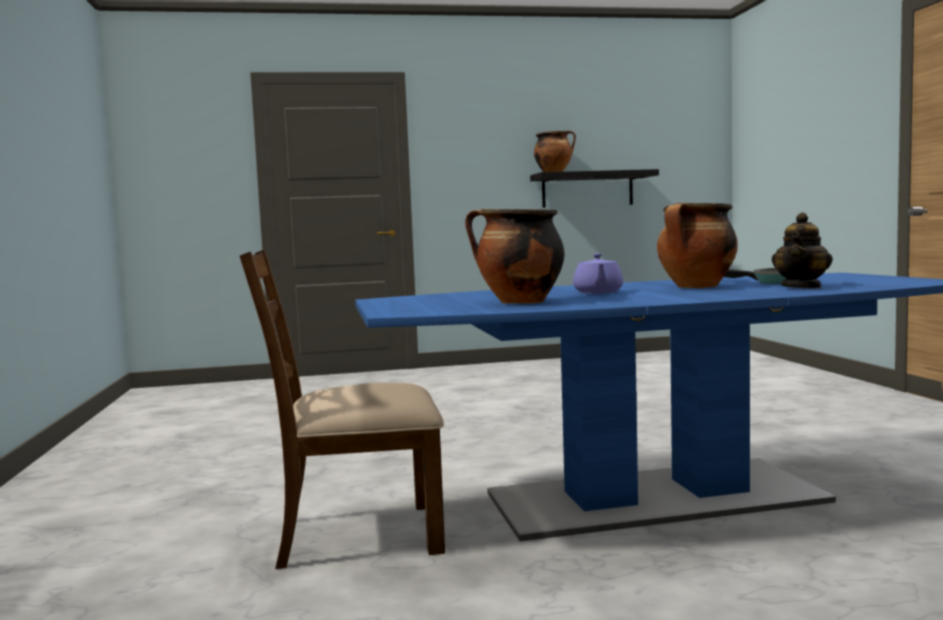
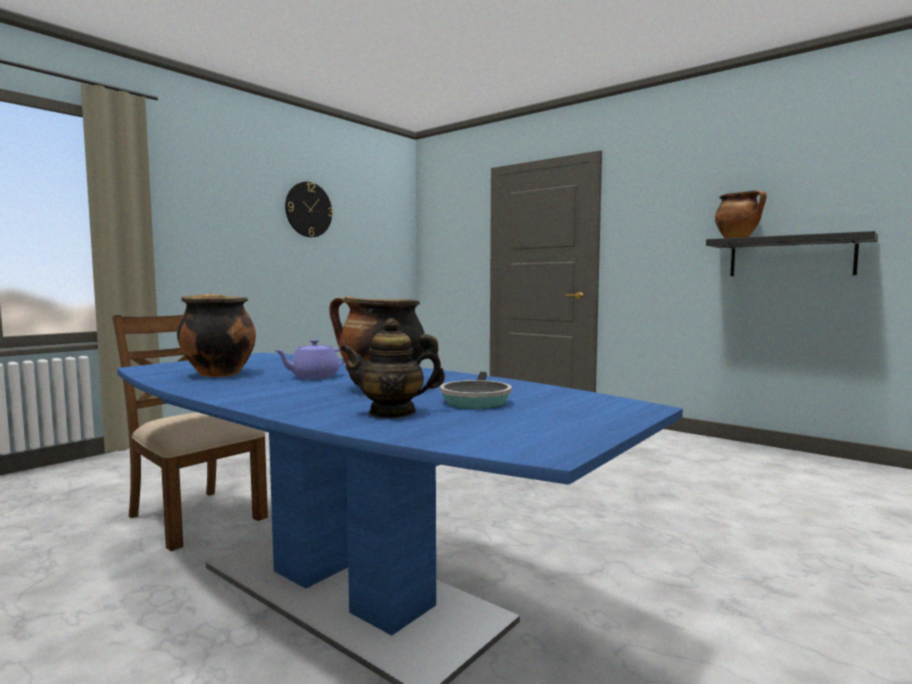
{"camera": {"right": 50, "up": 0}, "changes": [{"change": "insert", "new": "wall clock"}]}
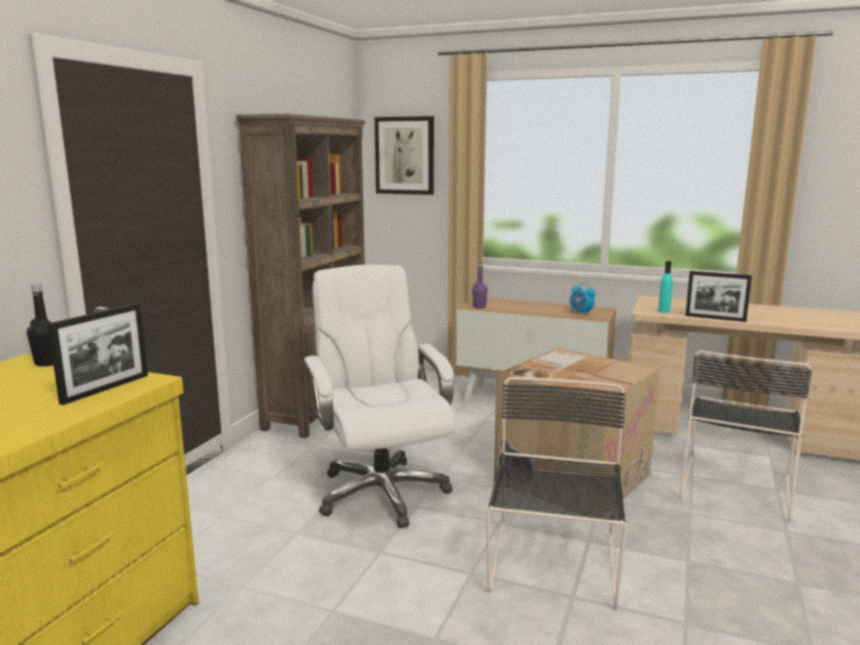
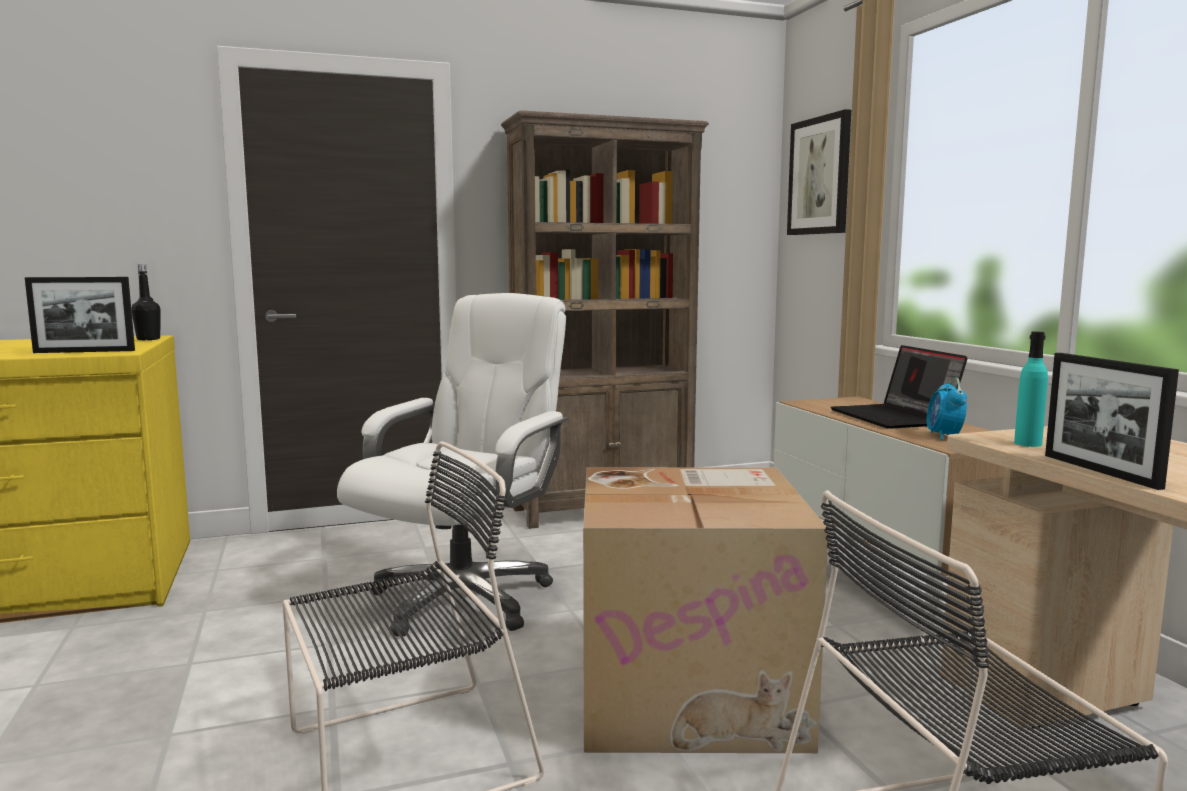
{"camera": {"right": 50, "up": -5}, "changes": [{"change": "delete", "old": "drink bottle (purple-coloured)"}, {"change": "insert", "new": "portable computer"}]}
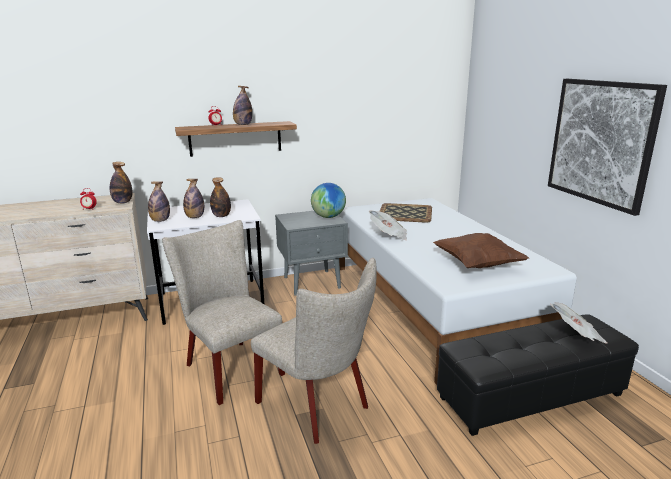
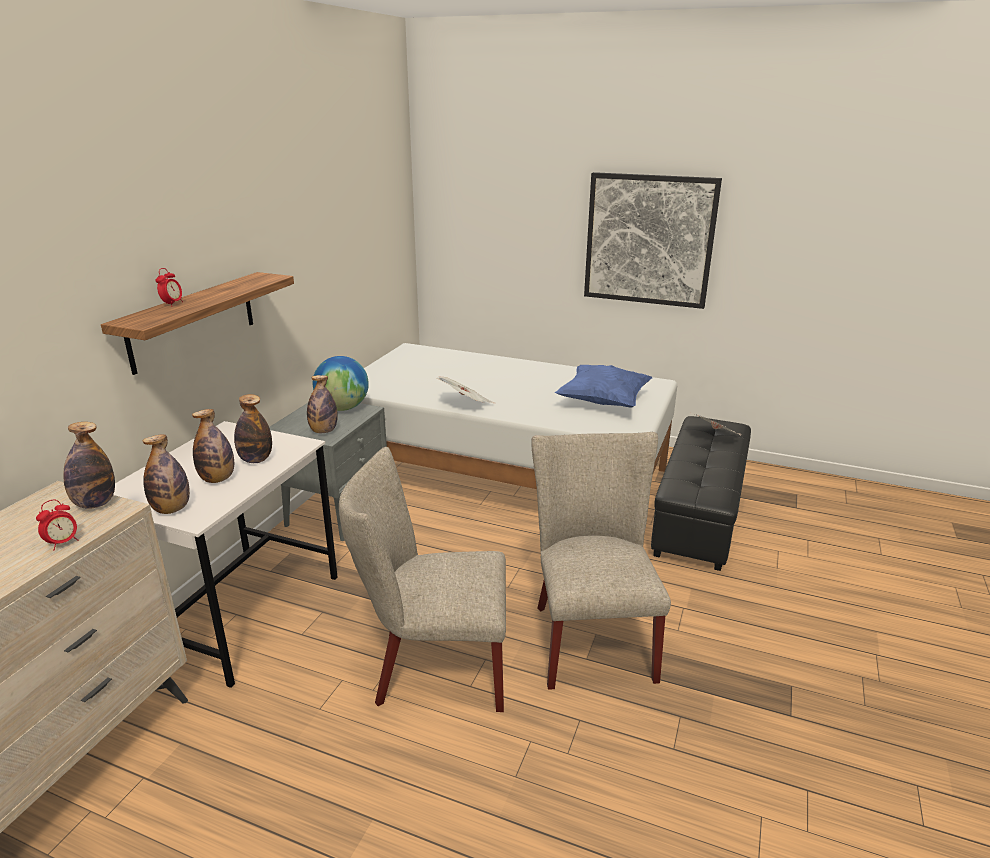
{"camera": {"right": -50, "up": 5}, "changes": [{"change": "move", "old": "drink bottle (5th from left)"}, {"change": "rotate", "old": "upright chair (sand-coloured) (2nd from left)", "degrees": -90}, {"change": "delete", "old": "carrying tray"}, {"change": "recolor", "old": "throw pillow (brown)", "new": "throw pillow (blue)"}]}
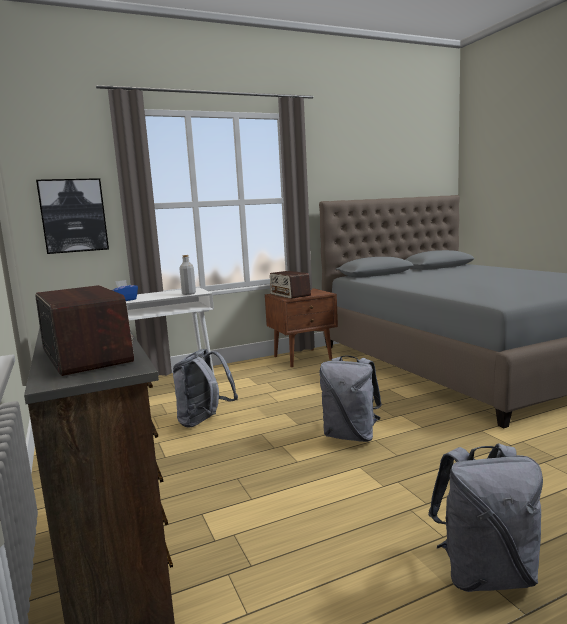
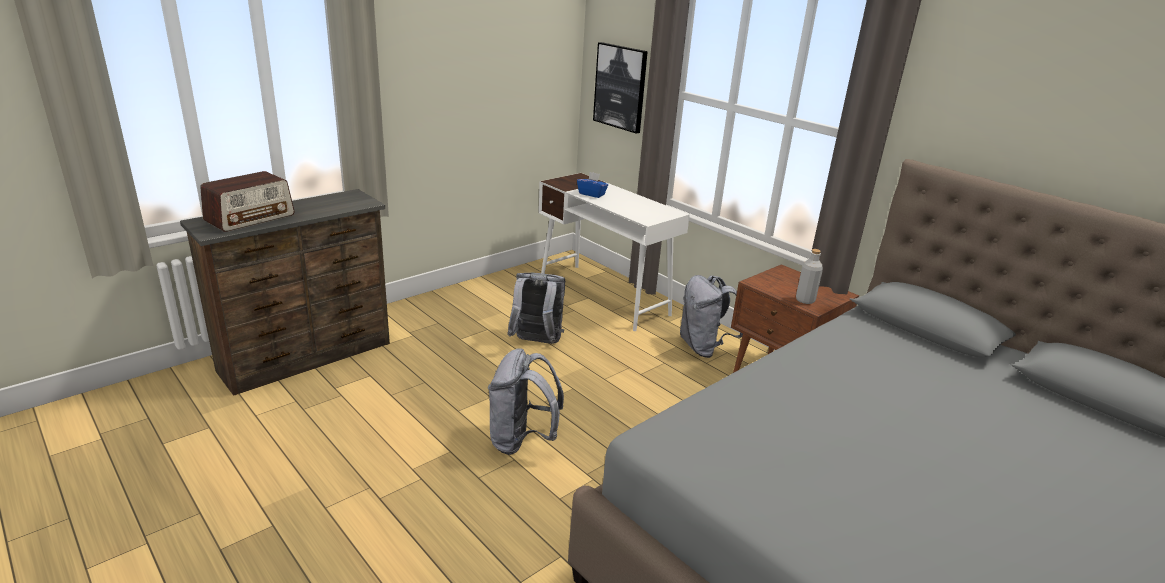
{"camera": {"right": 70, "up": 15}, "changes": [{"change": "move", "old": "drink bottle (gray)"}, {"change": "delete", "old": "radio receiver (2nd from left)"}, {"change": "move", "old": "knapsack (gray) (3rd from left)"}]}
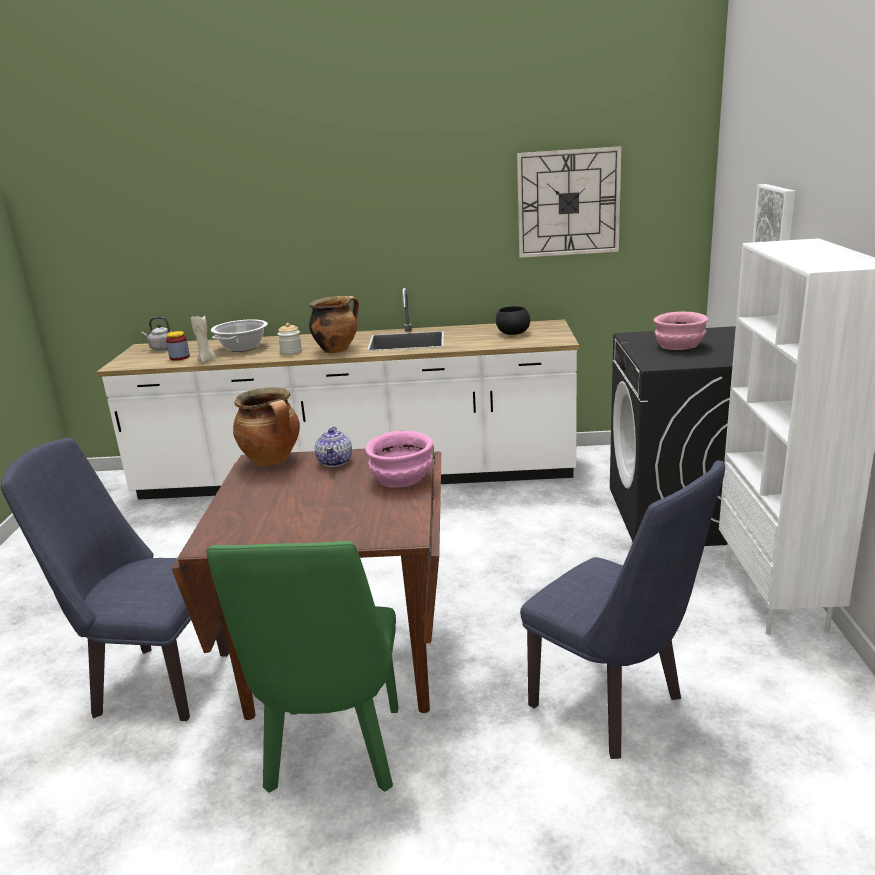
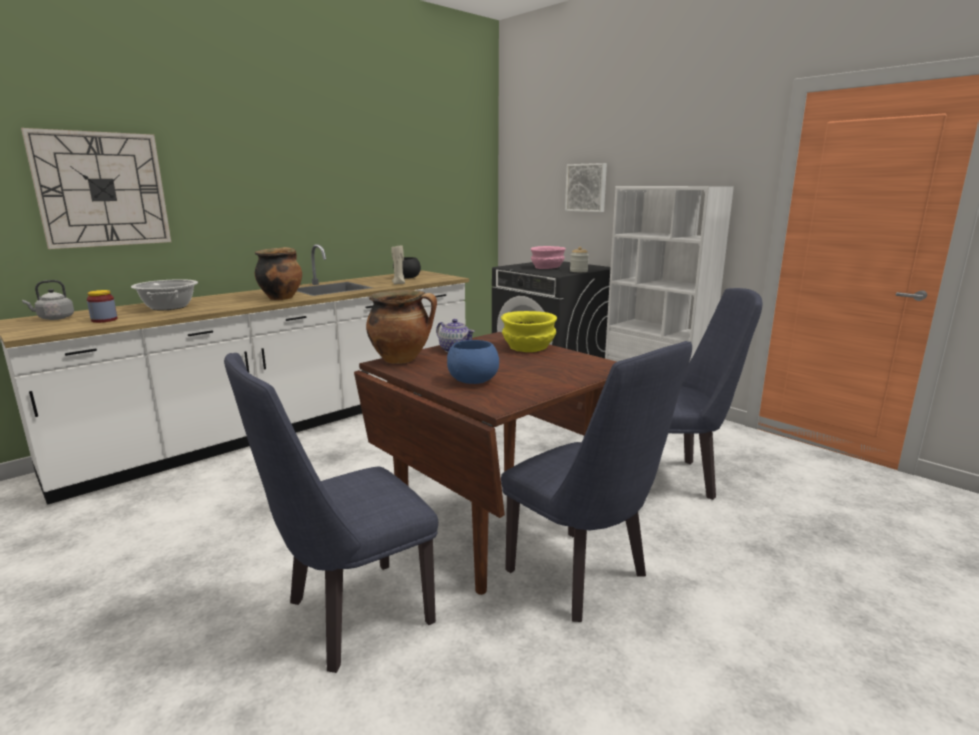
{"camera": {"right": -45, "up": -5}, "changes": [{"change": "move", "old": "candle (sand-coloured)"}, {"change": "recolor", "old": "upright chair (green-coloured)", "new": "upright chair (blue) (2nd from left)"}, {"change": "move", "old": "jar (2nd from left)"}, {"change": "recolor", "old": "serving bowl (pinkish) (1st from left)", "new": "serving bowl (yellow)"}, {"change": "move", "old": "wall clock"}, {"change": "insert", "new": "serving bowl (blue)"}]}
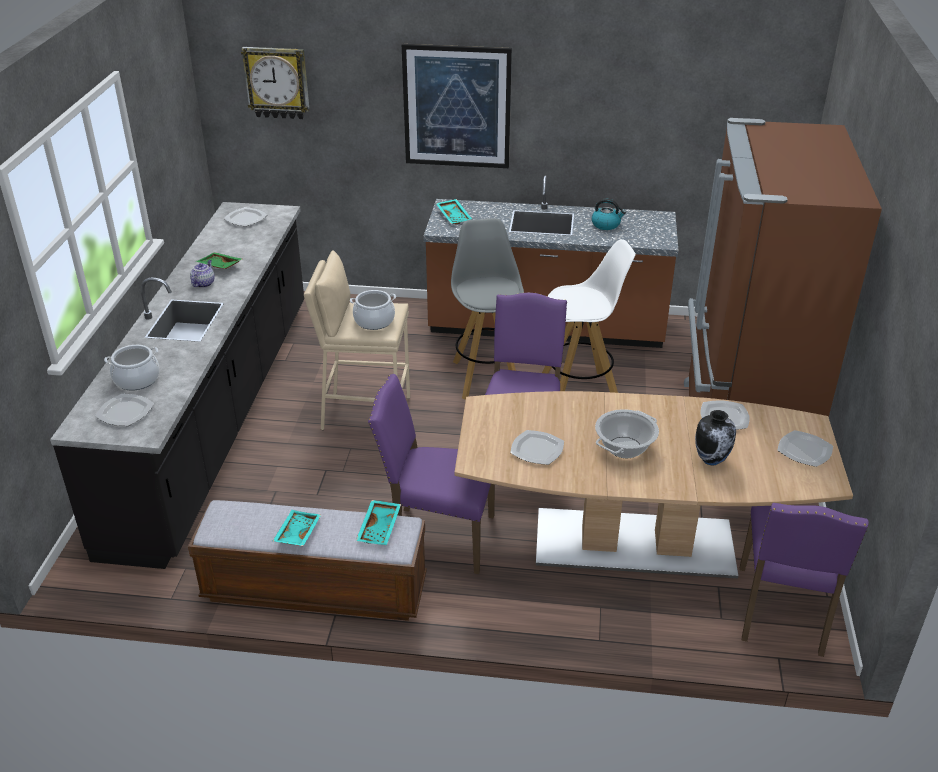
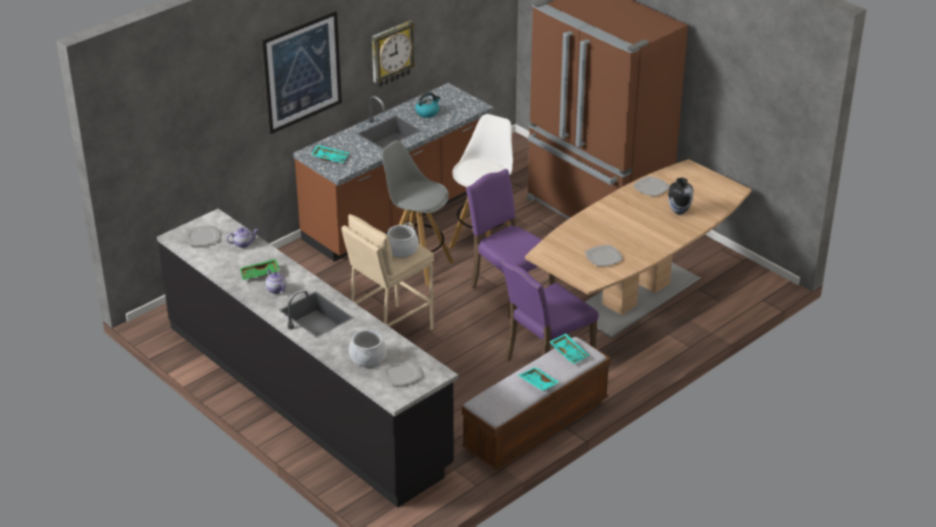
{"camera": {"right": -50, "up": 0}, "changes": [{"change": "move", "old": "wall clock"}, {"change": "delete", "old": "cooking pot (3rd from left)"}, {"change": "delete", "old": "upright chair (purple-coloured) (3rd from left)"}, {"change": "delete", "old": "flat dish (5th from left)"}, {"change": "insert", "new": "tea pot (1st from left)"}]}
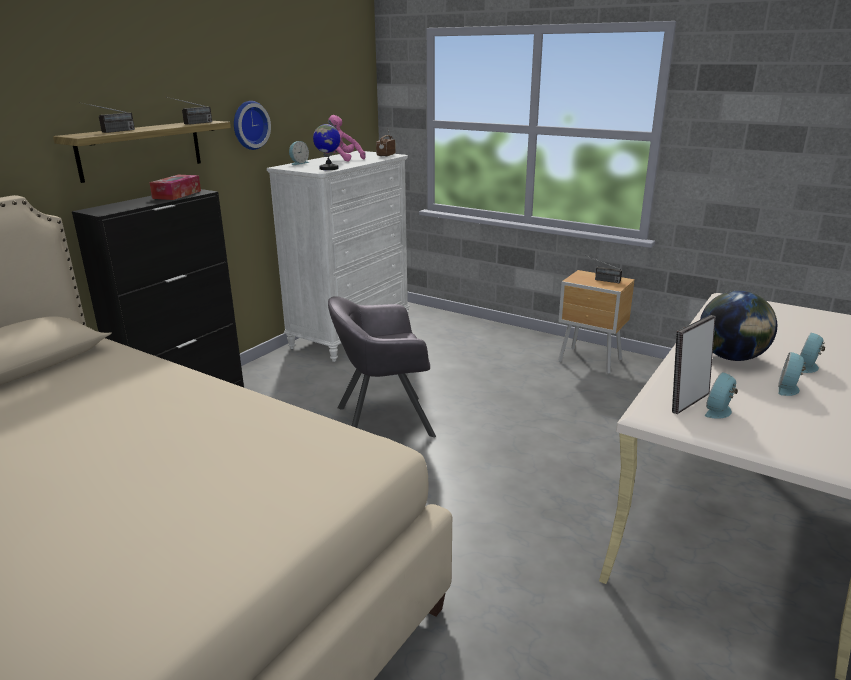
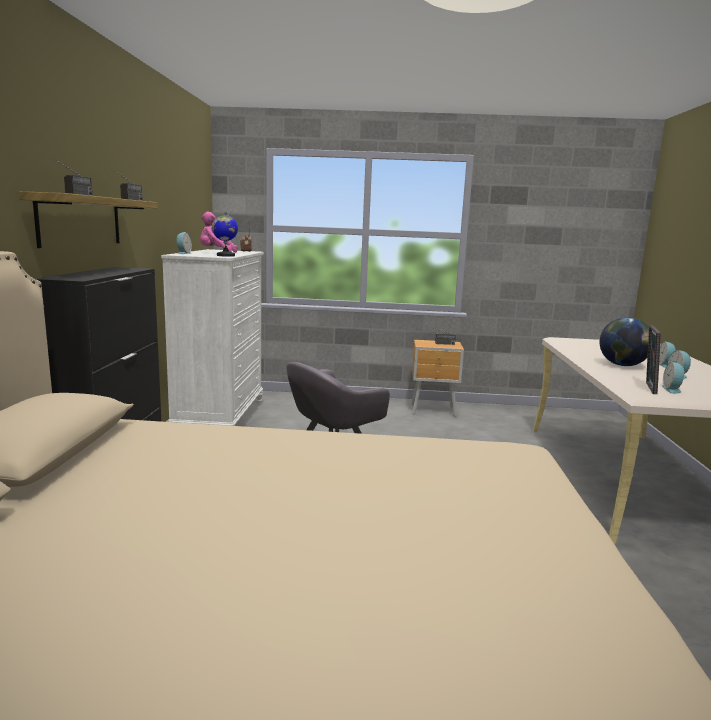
{"camera": {"right": -30, "up": -10}, "changes": [{"change": "delete", "old": "tissue holder"}, {"change": "delete", "old": "wall clock"}]}
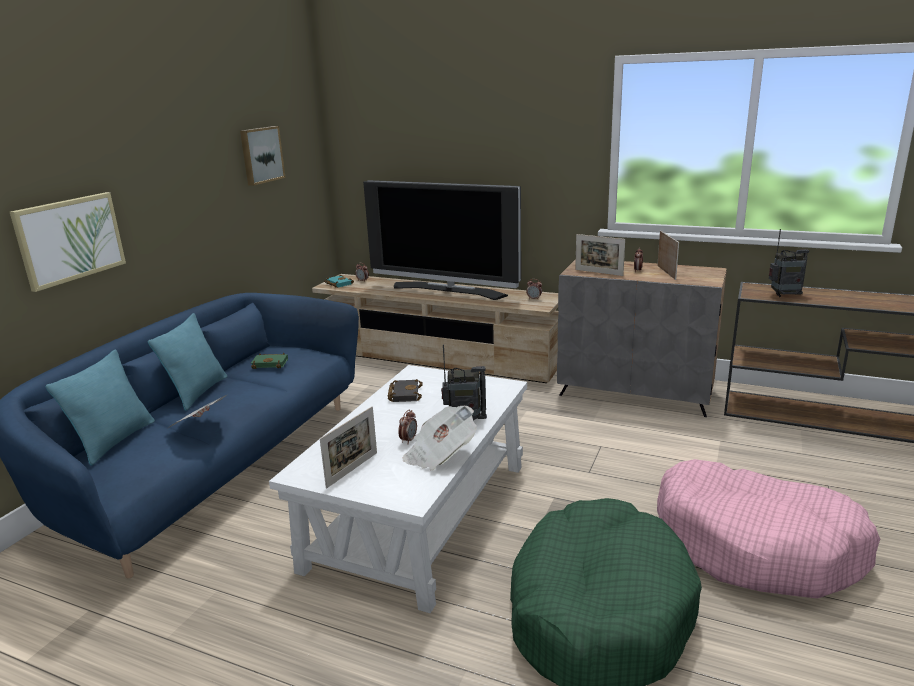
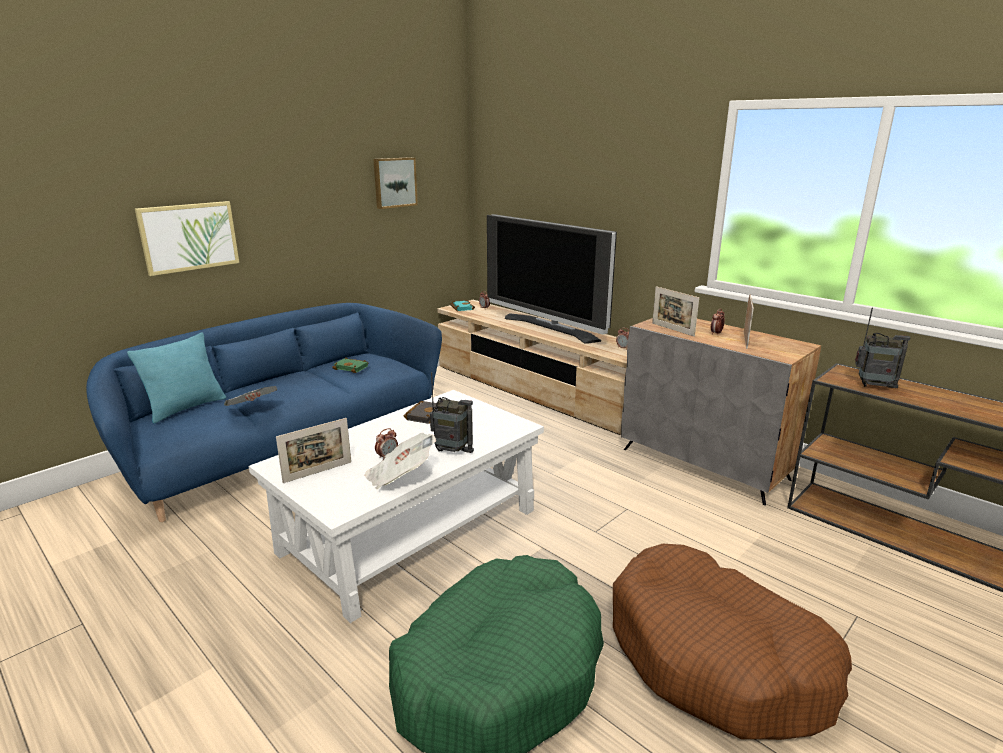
{"camera": {"right": 20, "up": 0}, "changes": [{"change": "delete", "old": "throw pillow (turquoise) (2nd from left)"}, {"change": "recolor", "old": "dog bed (pinkish)", "new": "dog bed (brown)"}]}
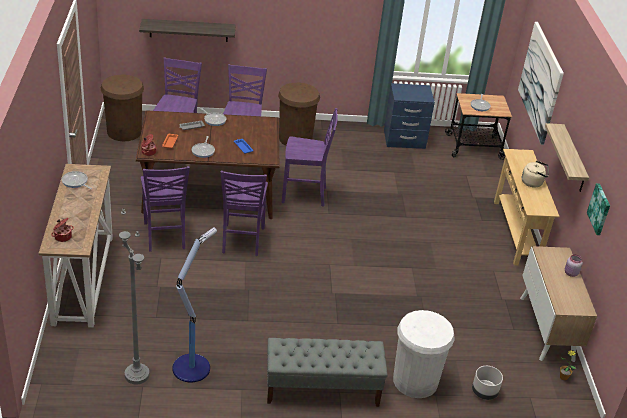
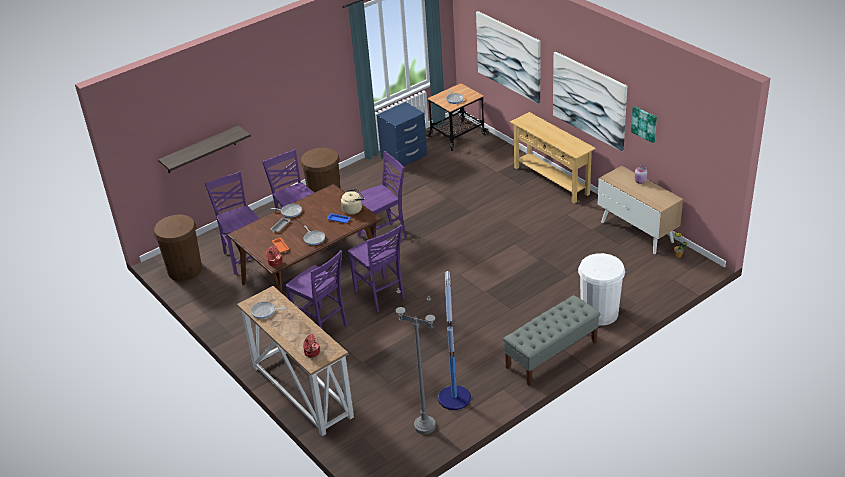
{"camera": {"right": -30, "up": 0}, "changes": [{"change": "delete", "old": "planter (gray)"}, {"change": "move", "old": "tea kettle (sand-coloured)"}, {"change": "replace", "old": "shelf (2nd from left)", "new": "wall art (2nd from left)"}]}
